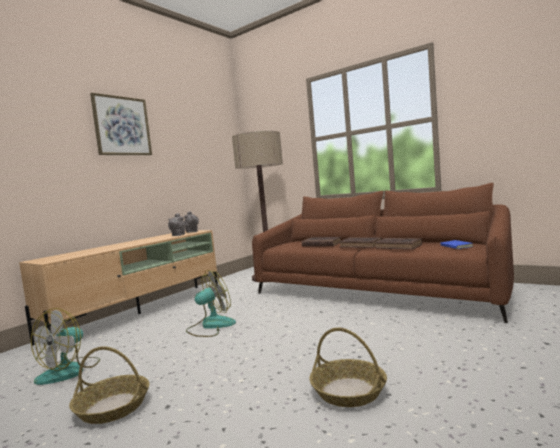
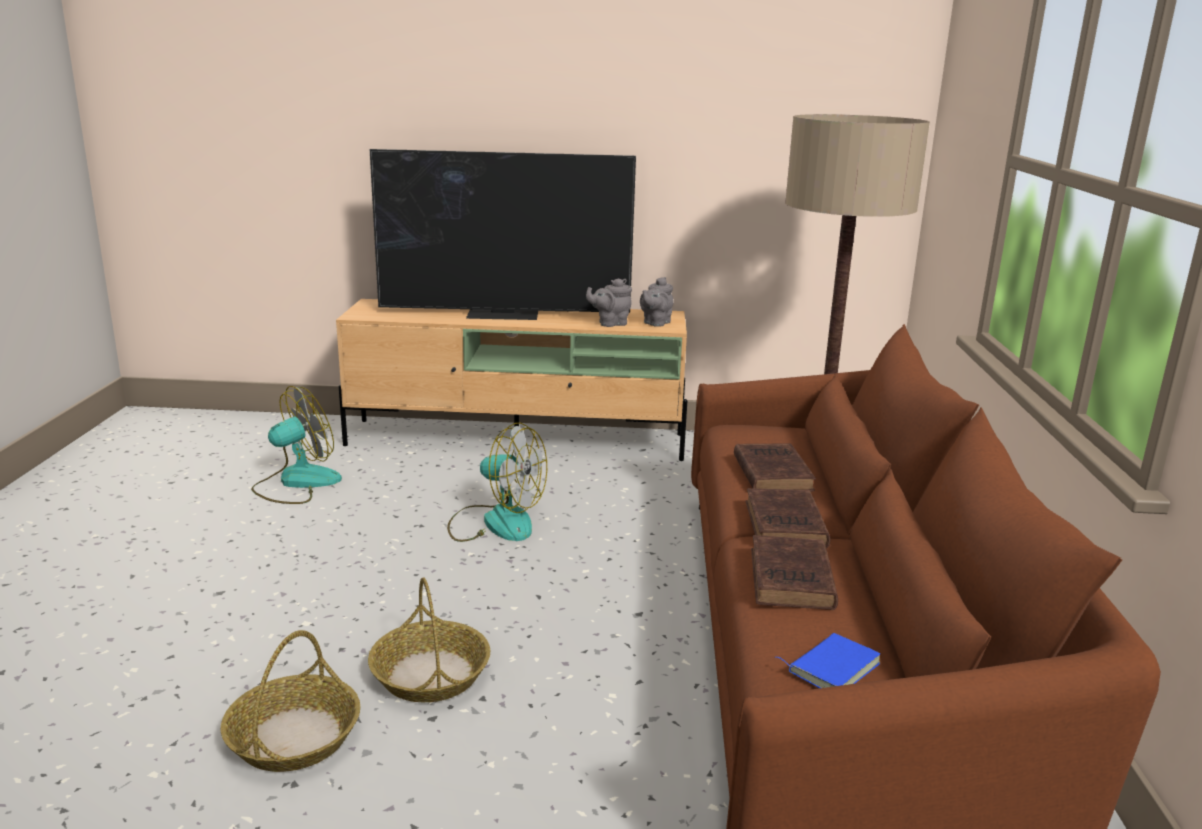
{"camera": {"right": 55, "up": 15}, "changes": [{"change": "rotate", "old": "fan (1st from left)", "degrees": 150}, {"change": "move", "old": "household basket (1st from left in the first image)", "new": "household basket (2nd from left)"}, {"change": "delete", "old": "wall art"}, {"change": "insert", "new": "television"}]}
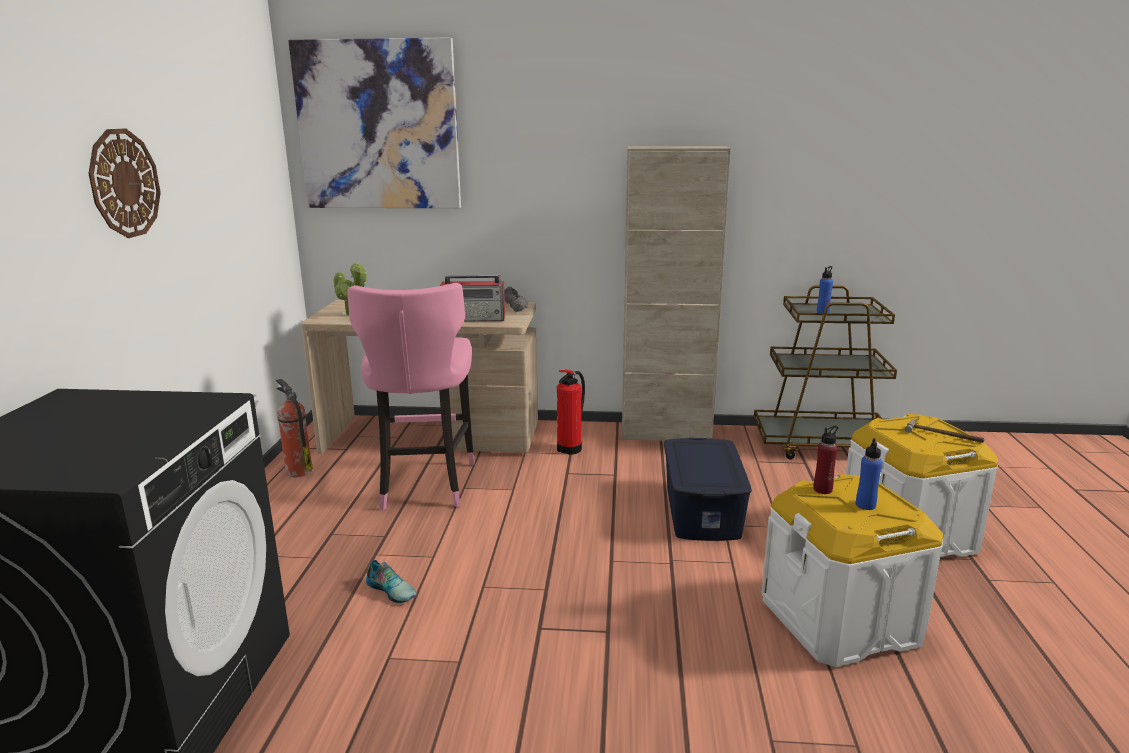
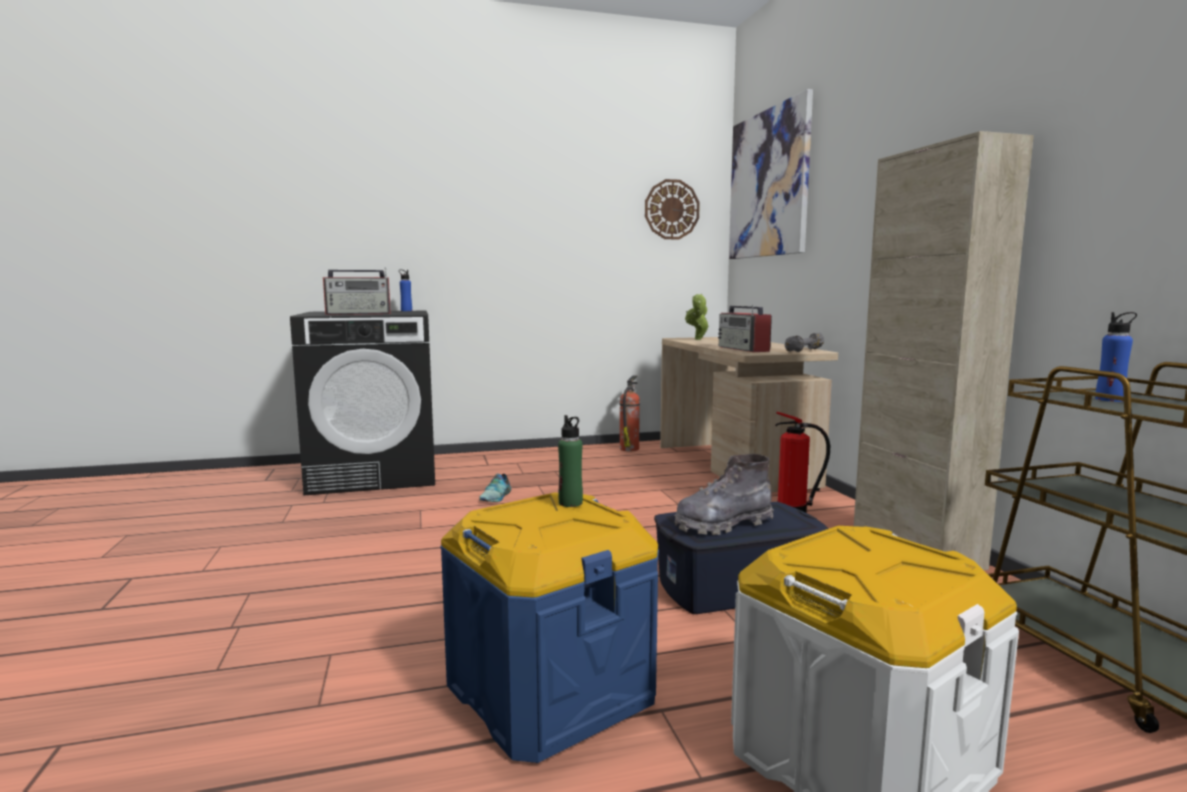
{"camera": {"right": 70, "up": -10}, "changes": [{"change": "move", "old": "wall clock"}, {"change": "delete", "old": "sitting stool (pinkish)"}, {"change": "recolor", "old": "storage box (whitish) (1st from left)", "new": "storage box (blue) (1st from left)"}, {"change": "recolor", "old": "drink bottle (red-coloured)", "new": "drink bottle (green-coloured)"}, {"change": "move", "old": "drink bottle (blue) (2nd from left in the first image)", "new": "drink bottle (blue) (1st from left)"}, {"change": "delete", "old": "hand hammer"}, {"change": "insert", "new": "radio receiver (1st from left)"}, {"change": "insert", "new": "boot (gray)"}]}
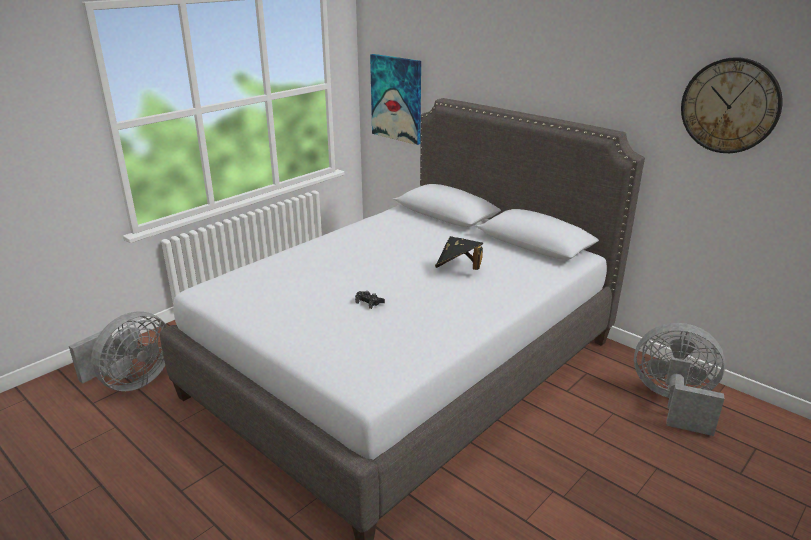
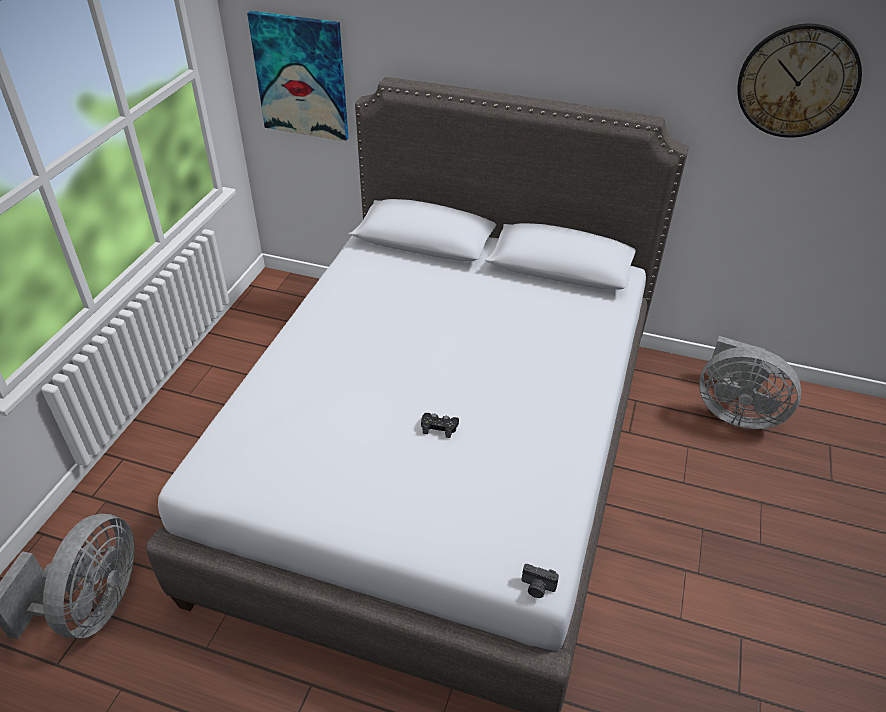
{"camera": {"right": -25, "up": 15}, "changes": [{"change": "delete", "old": "clothing hat (black-coloured)"}, {"change": "rotate", "old": "fan (gray) (2nd from left)", "degrees": -150}, {"change": "insert", "new": "photo camera"}]}
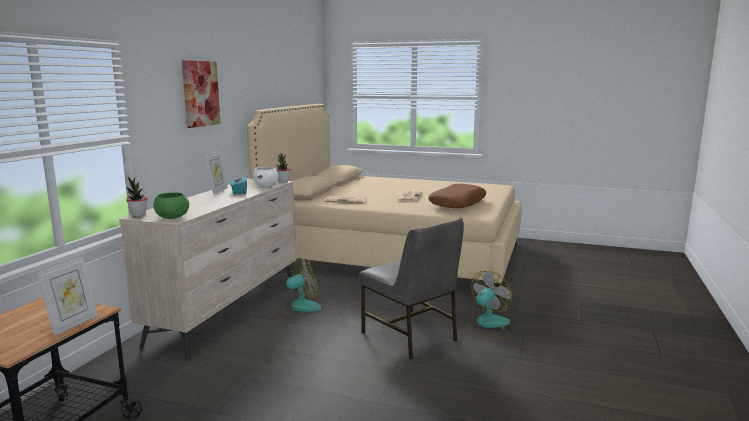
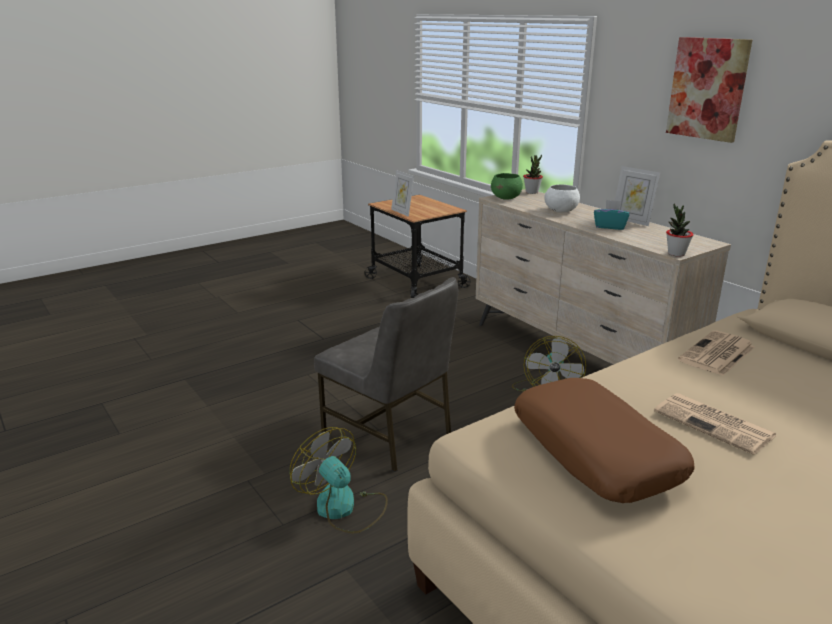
{"camera": {"right": 125, "up": 10}, "changes": [{"change": "move", "old": "serving bowl (whitish)"}, {"change": "rotate", "old": "upright chair (gray)", "degrees": -135}, {"change": "rotate", "old": "fan (2nd from left in the first image)", "degrees": 150}]}
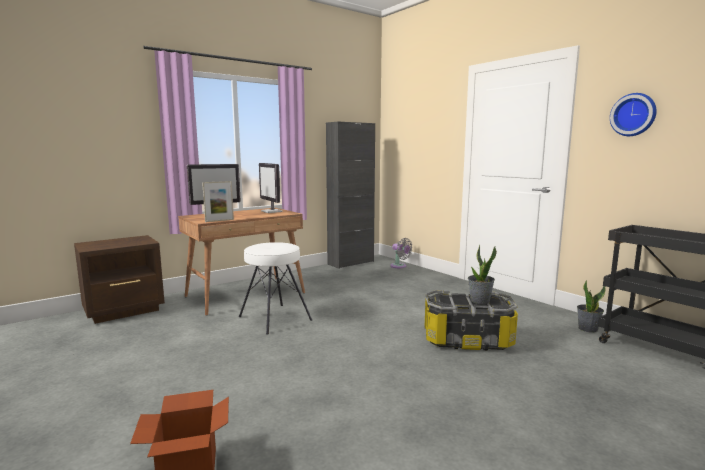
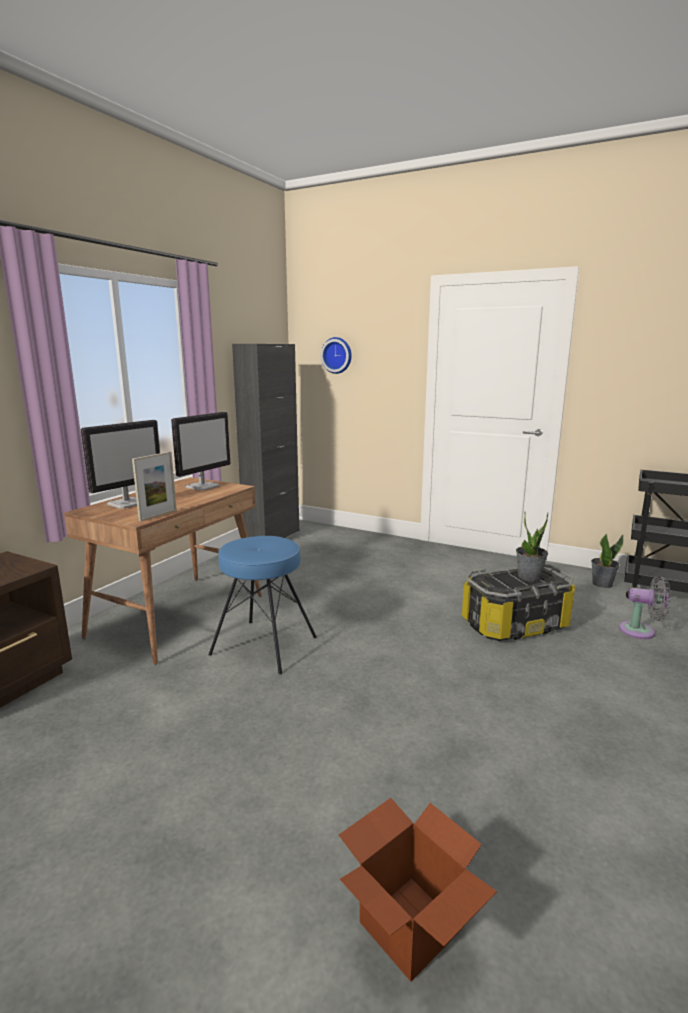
{"camera": {"right": -25, "up": 5}, "changes": [{"change": "recolor", "old": "sitting stool (whitish)", "new": "sitting stool (blue)"}, {"change": "rotate", "old": "computer display (2nd from left)", "degrees": -90}, {"change": "move", "old": "fan (gray)"}, {"change": "move", "old": "wall clock"}]}
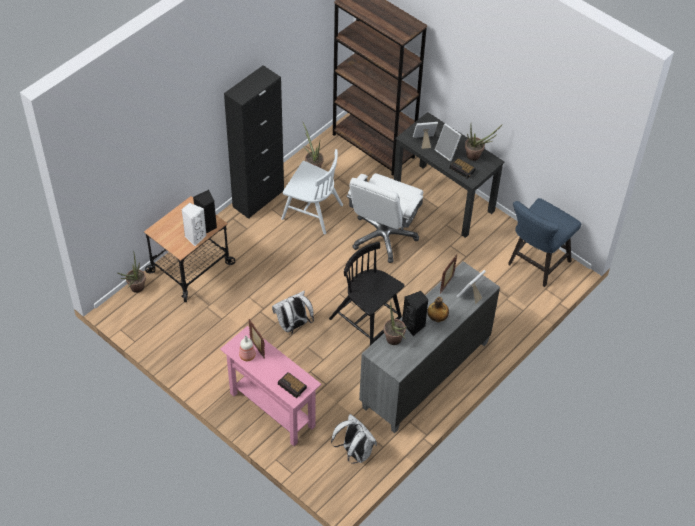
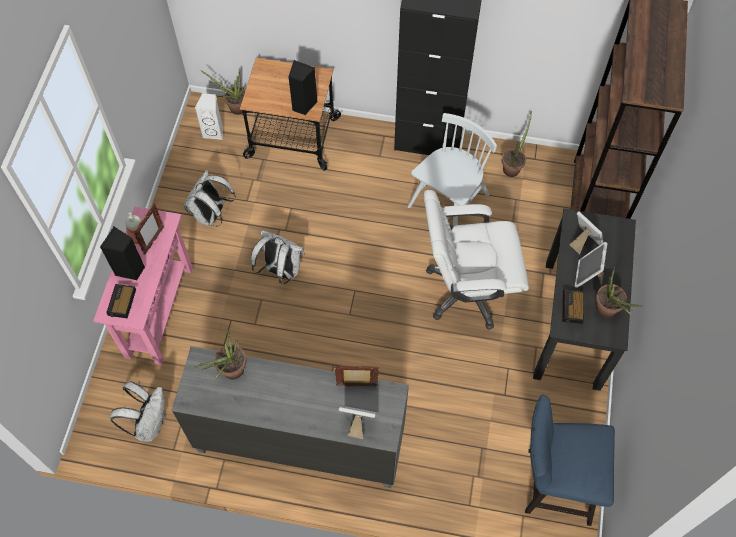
{"camera": {"right": 60, "up": 10}, "changes": [{"change": "move", "old": "audio speaker (whitish)"}, {"change": "rotate", "old": "upright chair (whitish)", "degrees": -135}, {"change": "delete", "old": "upright chair (black-coloured)"}, {"change": "move", "old": "audio speaker (black-coloured) (2nd from left in the first image)", "new": "audio speaker (black-coloured) (1st from left)"}, {"change": "delete", "old": "drink bottle (2nd from left)"}, {"change": "insert", "new": "knapsack (whitish) (2nd from left)"}]}
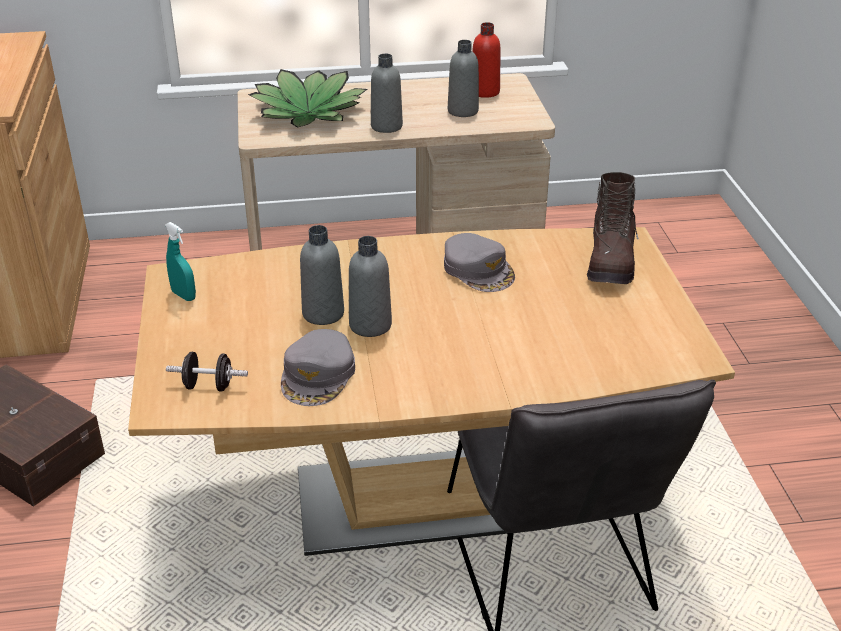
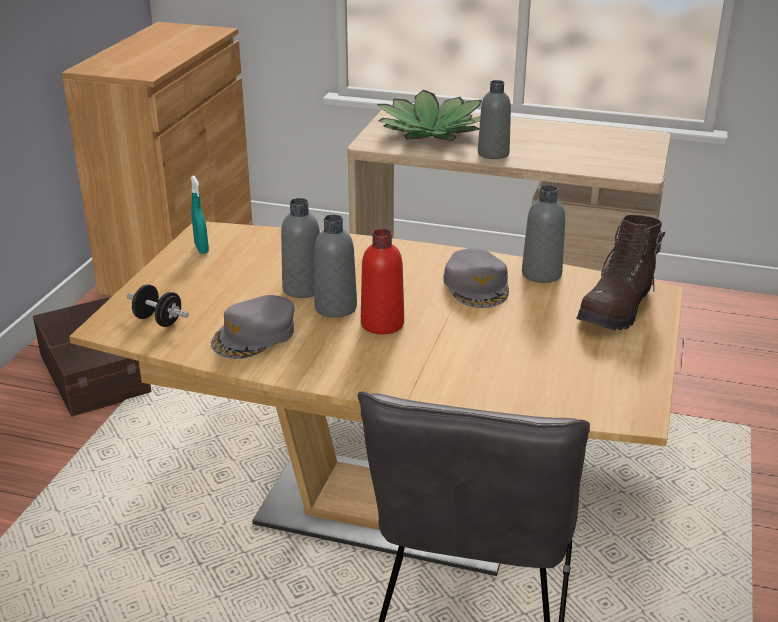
{"camera": {"right": 25, "up": -5}, "changes": [{"change": "move", "old": "drink bottle (gray) (4th from left)"}, {"change": "move", "old": "drink bottle (red-coloured)"}]}
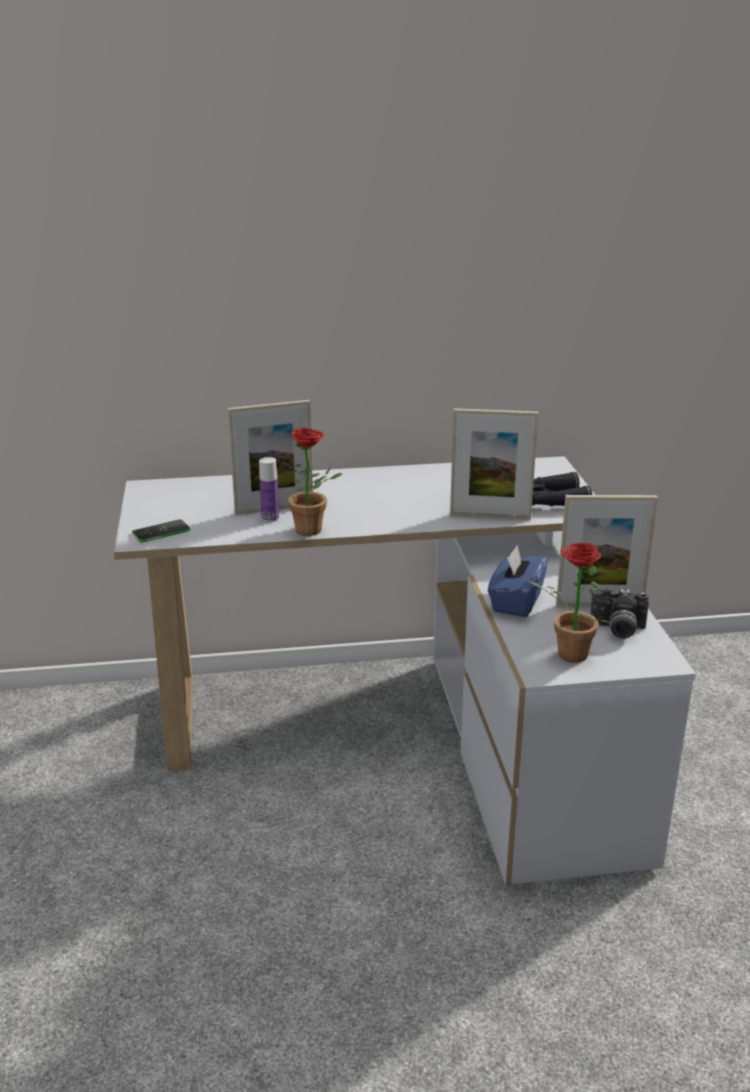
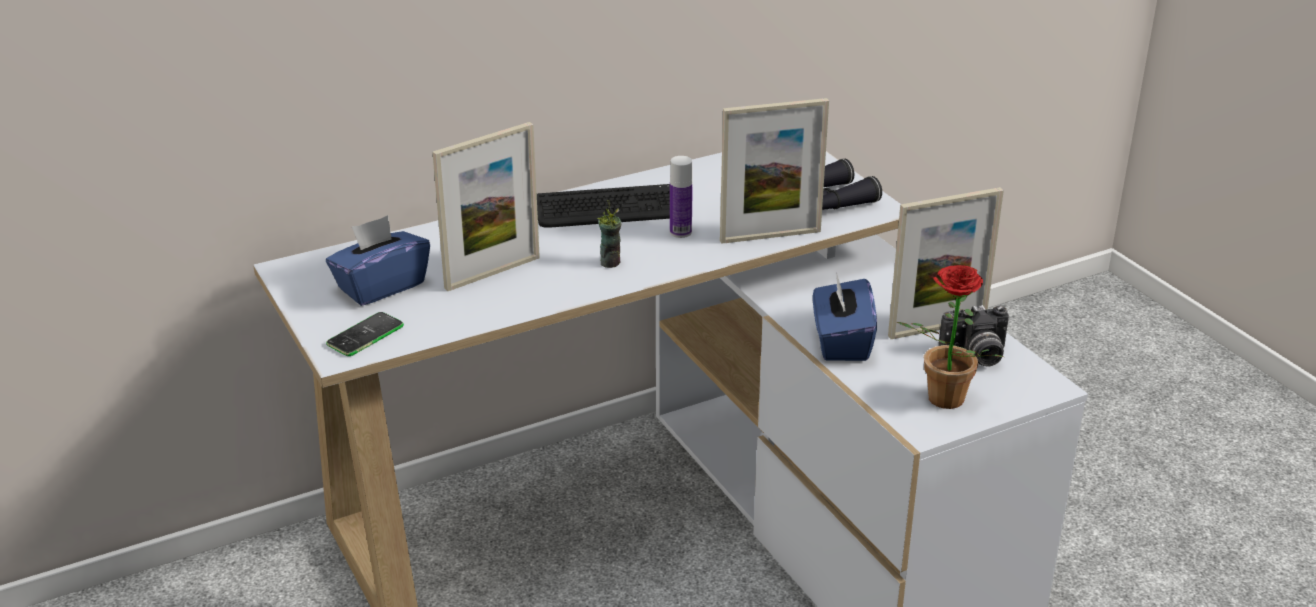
{"camera": {"right": -20, "up": 5}, "changes": [{"change": "move", "old": "drink bottle"}, {"change": "delete", "old": "potted plant (1st from left)"}, {"change": "insert", "new": "tissue holder (blue) (1st from left)"}, {"change": "insert", "new": "computer keyboard"}, {"change": "insert", "new": "small cup"}]}
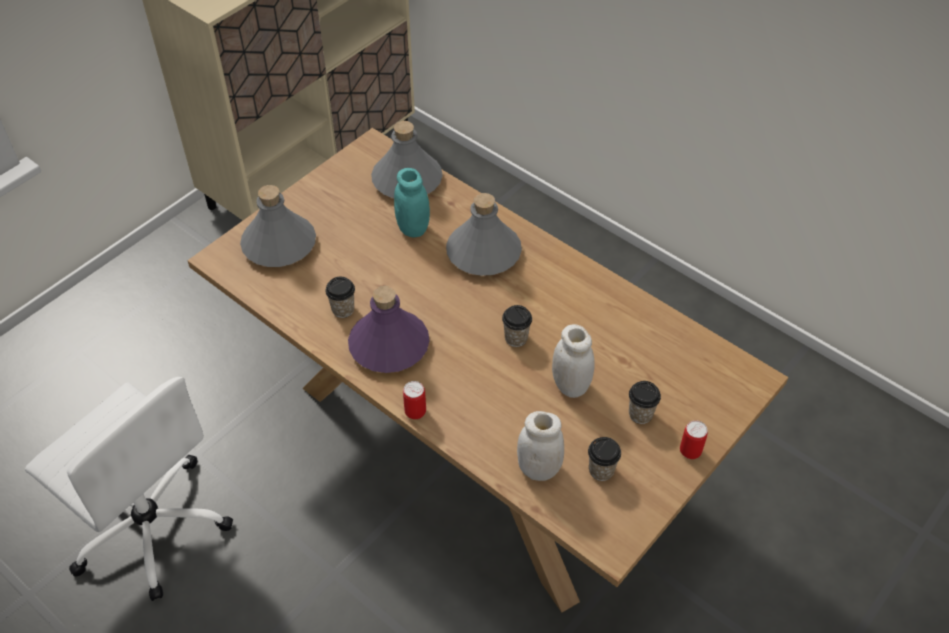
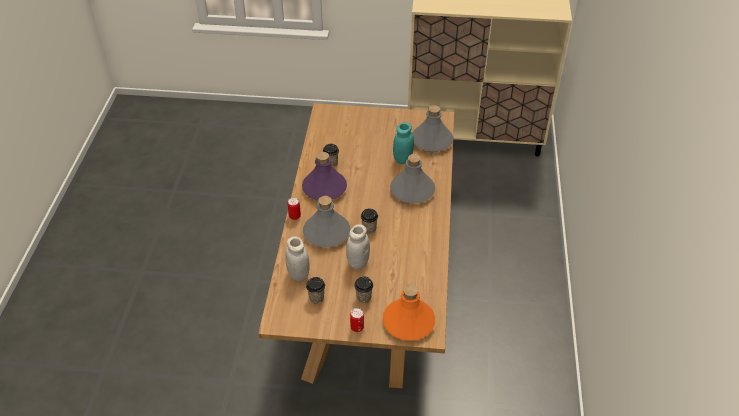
{"camera": {"right": 55, "up": -5}, "changes": [{"change": "delete", "old": "computer chair (whitish)"}, {"change": "move", "old": "drink bottle (gray) (1st from left)"}, {"change": "insert", "new": "drink bottle (orangey)"}]}
